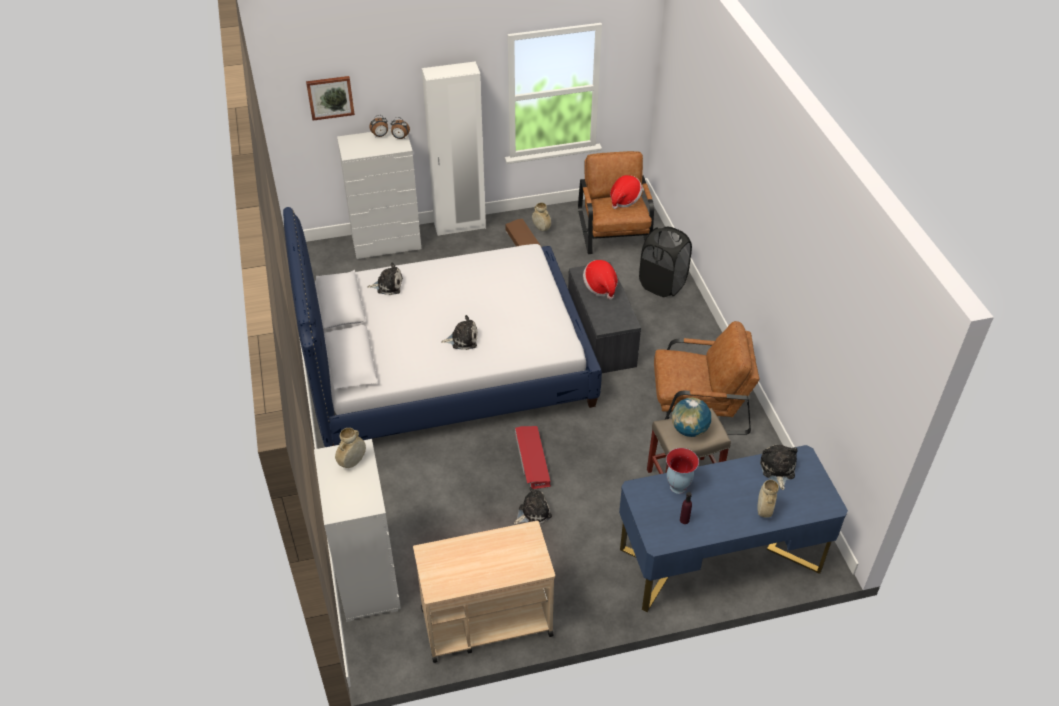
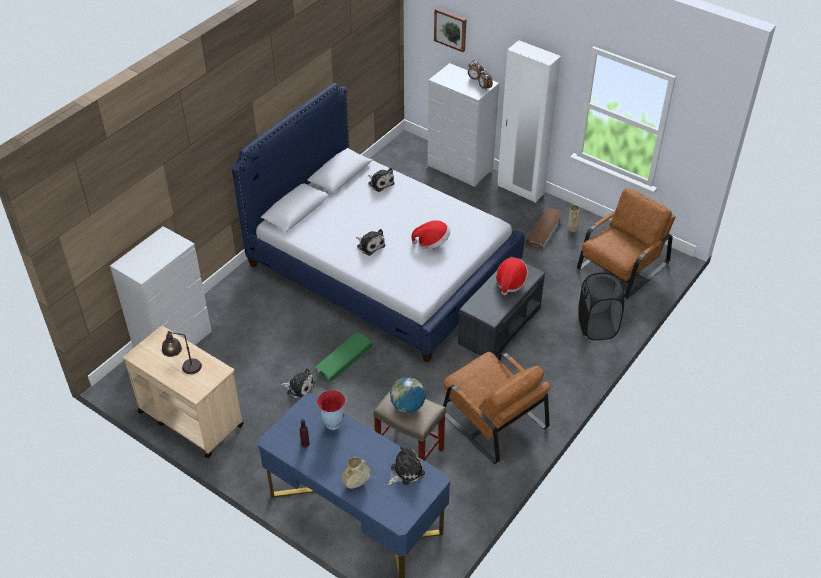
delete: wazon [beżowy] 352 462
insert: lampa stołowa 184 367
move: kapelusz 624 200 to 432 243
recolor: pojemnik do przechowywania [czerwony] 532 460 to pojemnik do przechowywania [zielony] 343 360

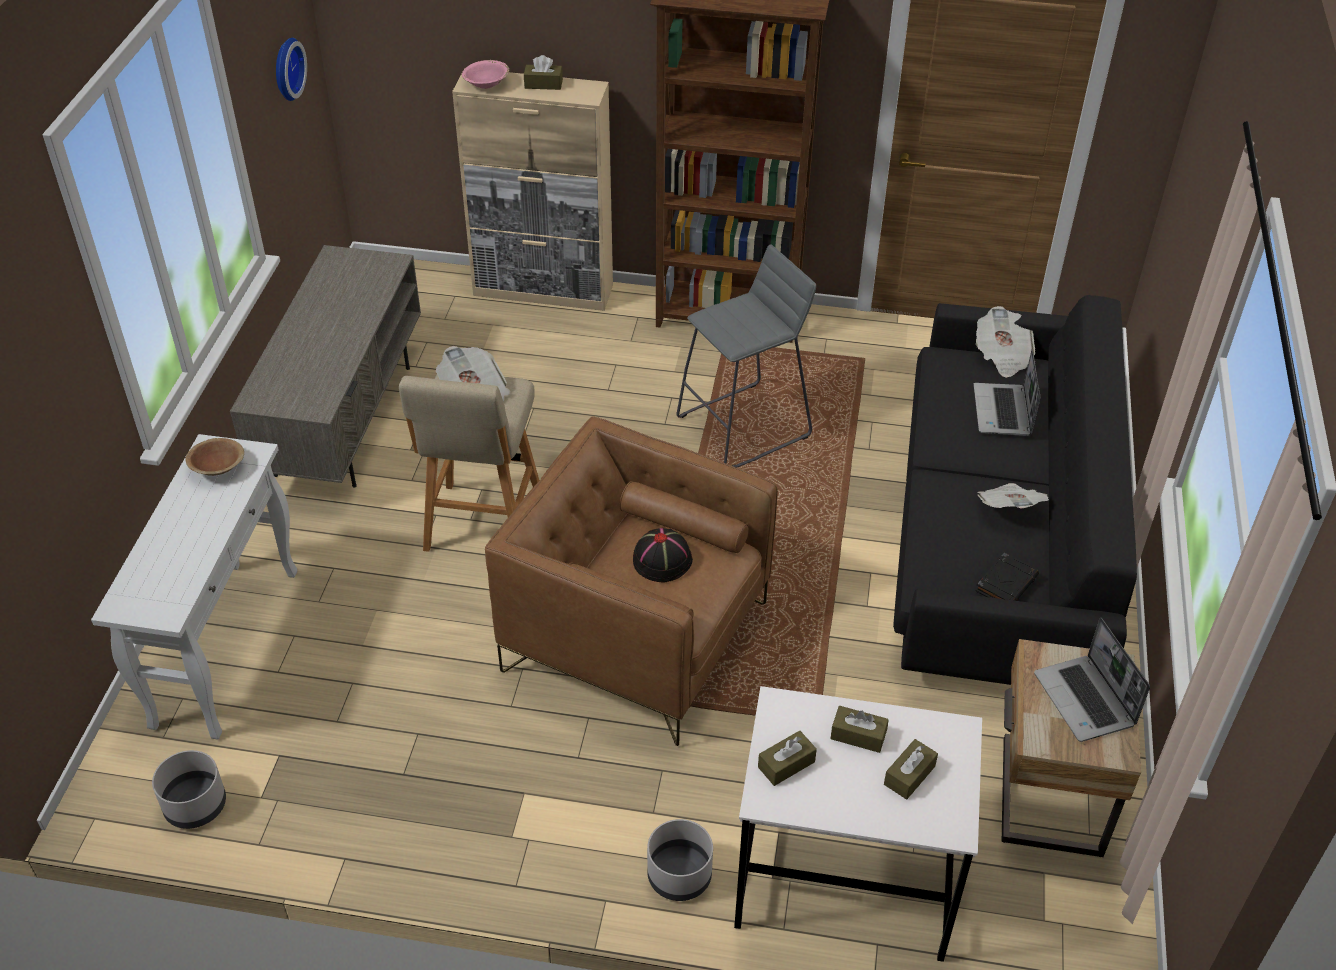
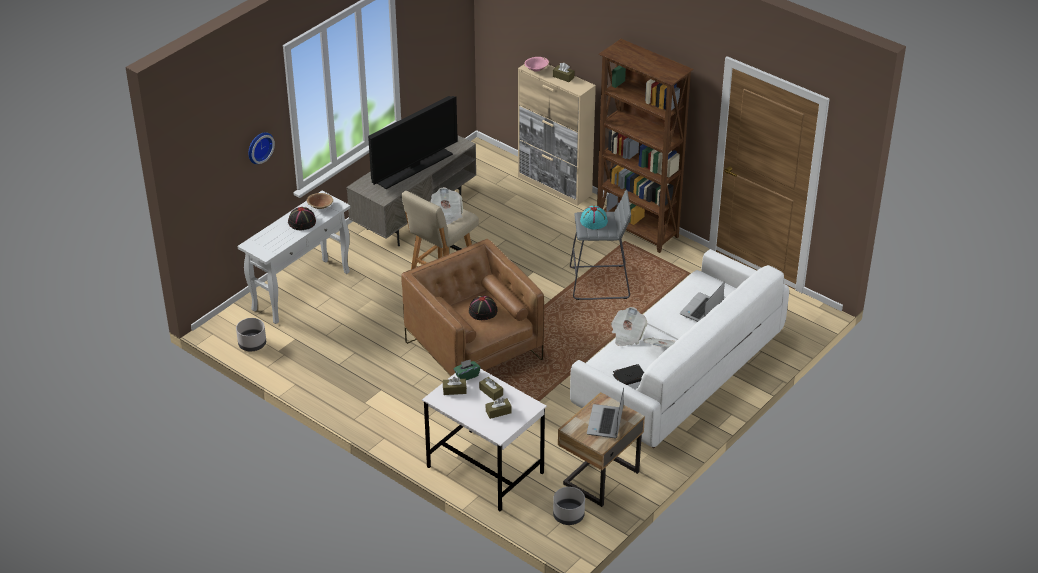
insert: kapelusz [czarny] 302 222; telewizor 414 168; pudełko chusteczek [zielony] 467 375; kapelusz [turkusowy] 594 220
move: zegar ścienny 285 68 to 259 147; donica [szary] 679 876 to 568 516; gazeta 1003 356 to 627 335
recolor: kanapa [czarny] 996 540 to kanapa [biały] 677 375

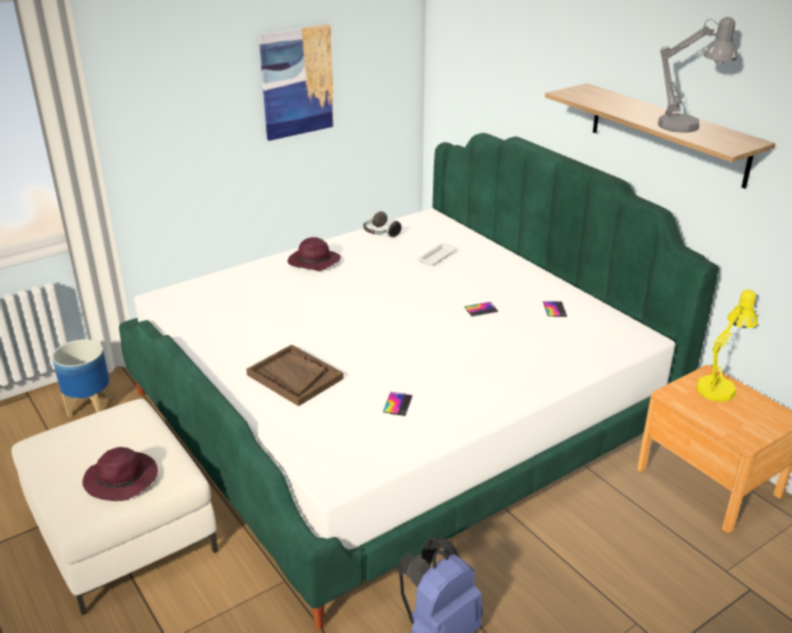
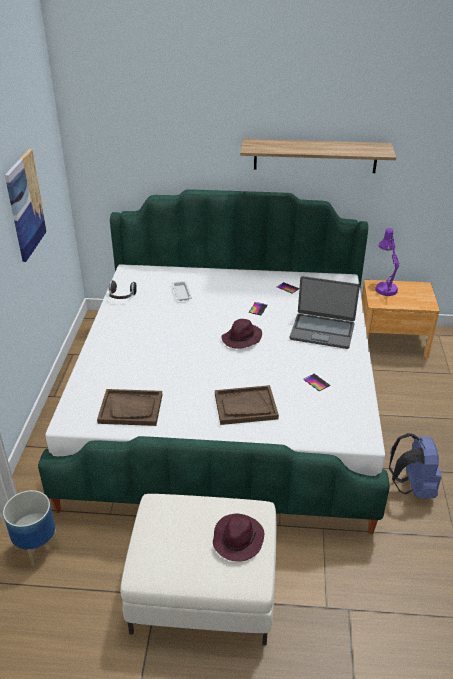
delete: lampa stołowa [szary] 686 128
insert: taca [brązowy] 131 409; laptop 322 331
move: kapelusz [fioletowy] 313 262 to 241 339
recolor: lampa stołowa [żółty] 719 387 to lampa stołowa [fioletowy] 384 287

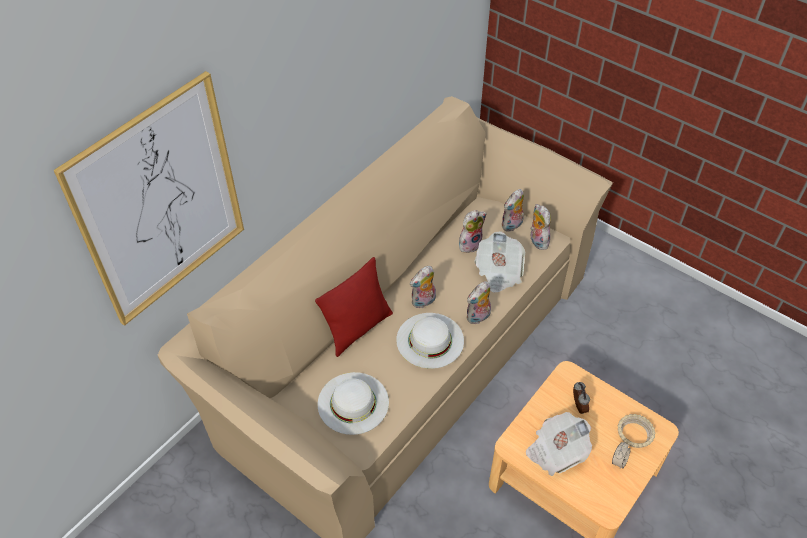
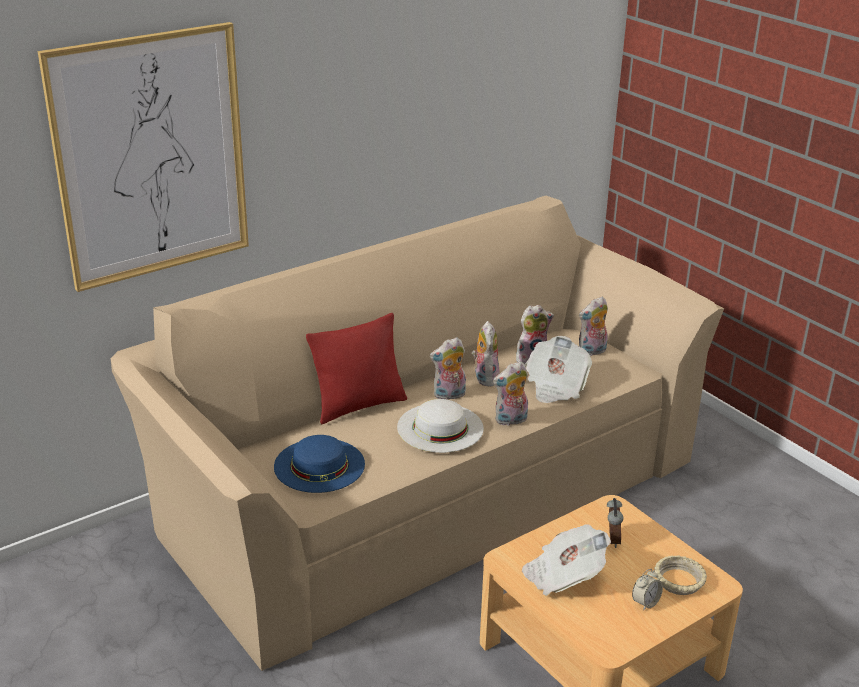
move: pluszak 537 241 to 484 377
recolor: kapelusz [biały] 353 403 to kapelusz [niebieski] 319 465

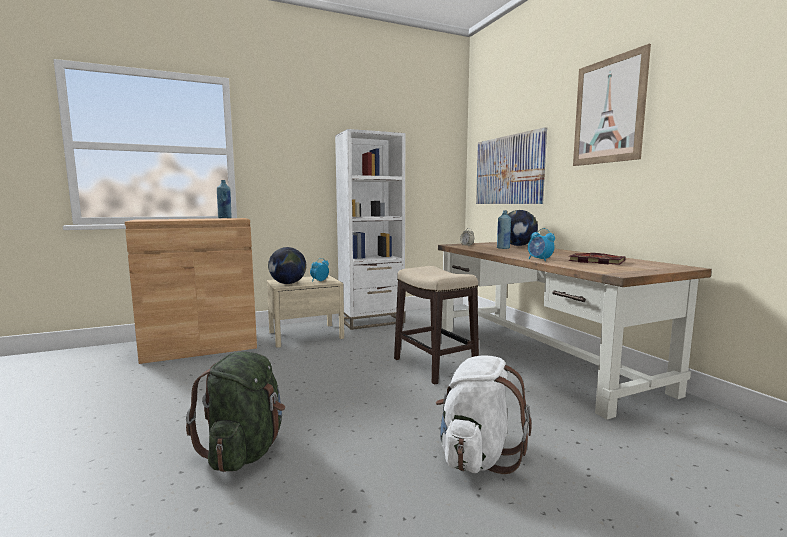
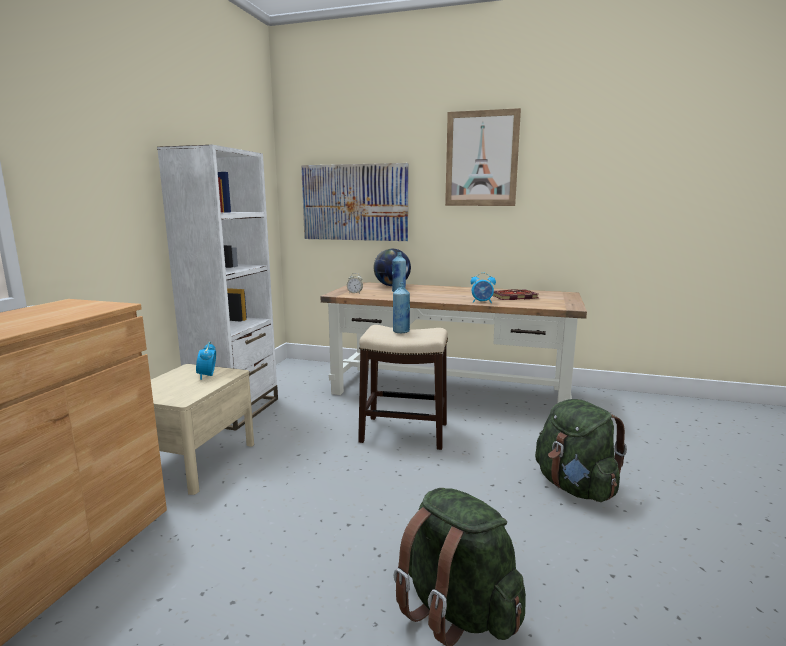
delete: globus 288 283
move: butelka [niebieski] 225 218 to 401 331
recolor: plecak [biały] 477 456 to plecak [zielony] 575 487

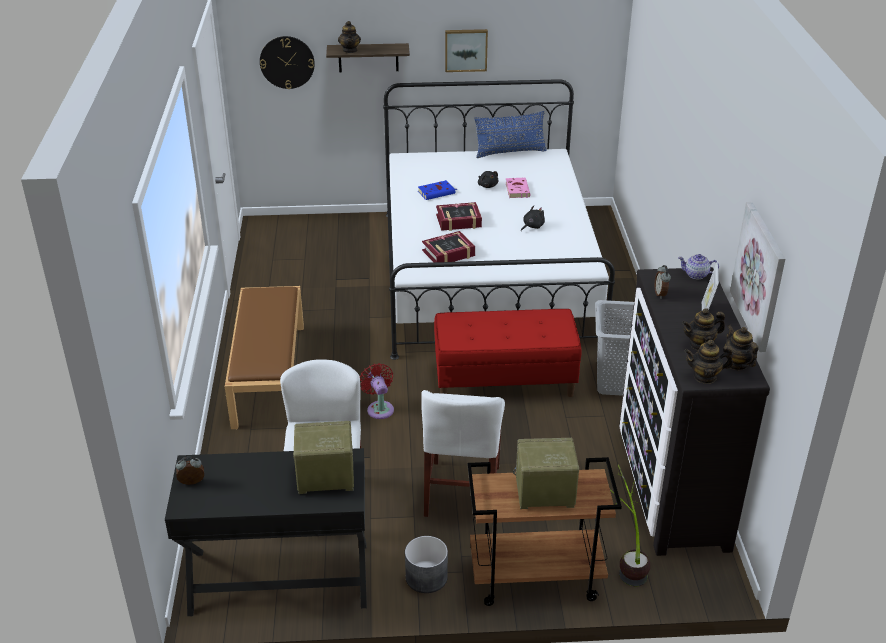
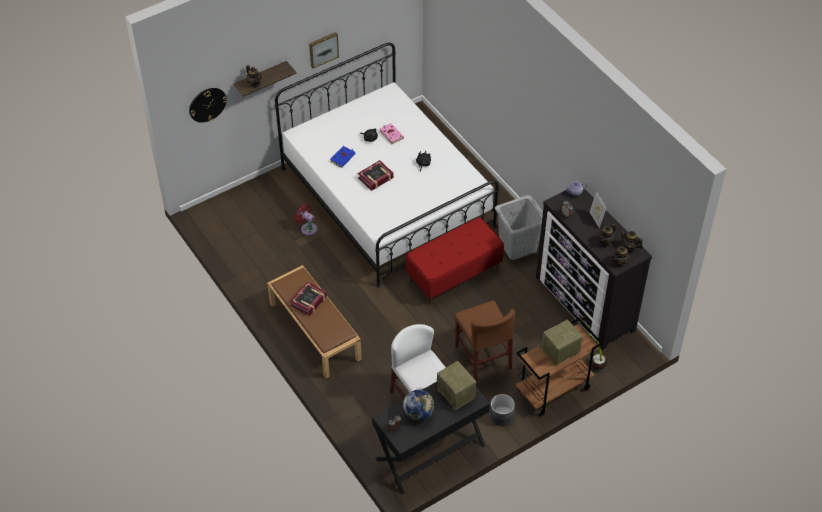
delete: poduszka [niebieski] 510 152; obraz 760 275
insert: globus 418 413
move: książka 448 253 to 309 301; wentylator [czerwony] 379 408 to 307 228
recolor: krzesło [biały] 462 490 to krzesło [brązowy] 483 357
rotate: radio 324 478 = 456 394 90 degrees counterclockwise

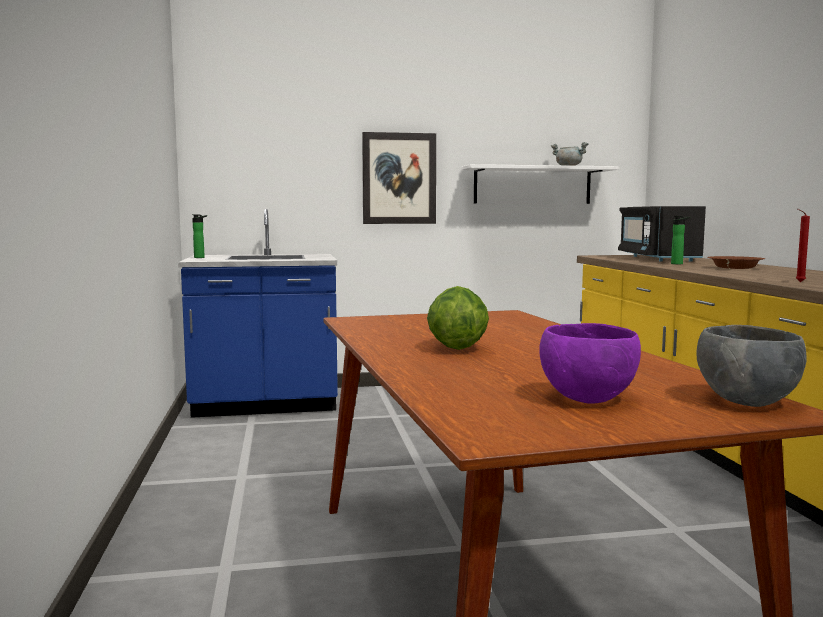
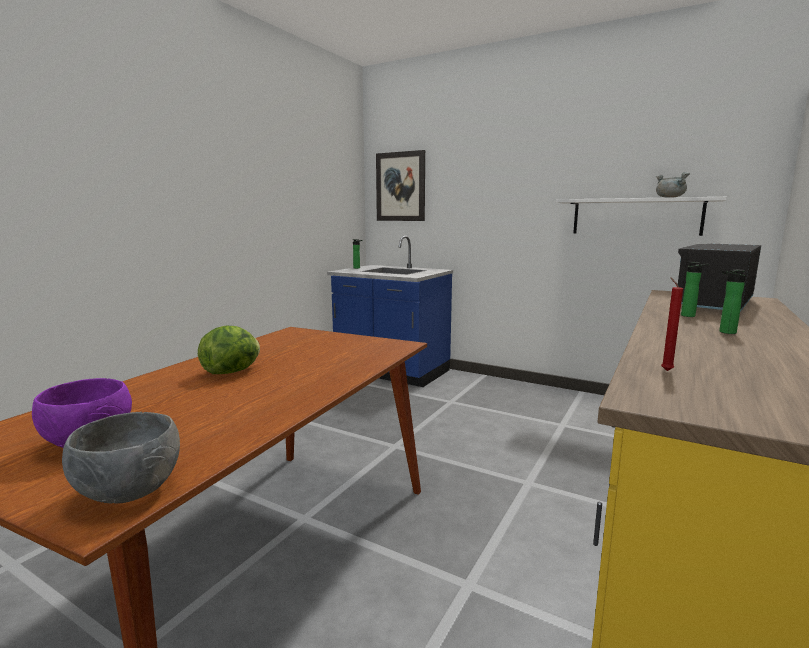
move: obraz 399 178 to 400 187
replace: miska [brązowy] 734 268 to butelka 725 332

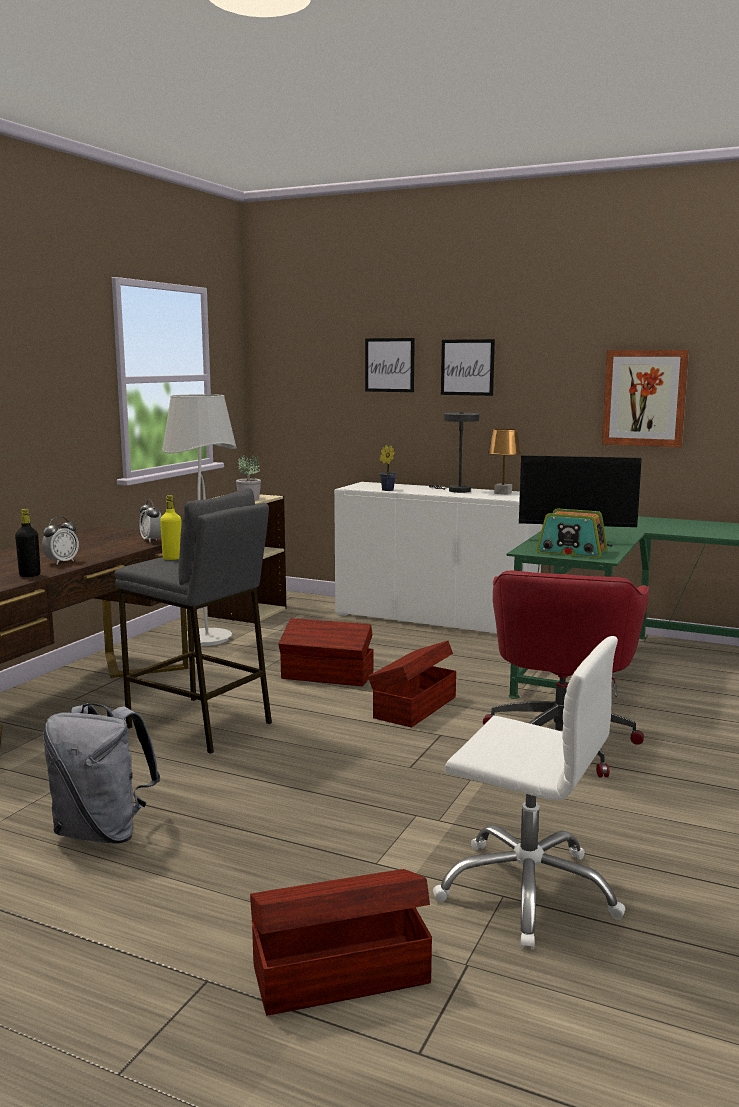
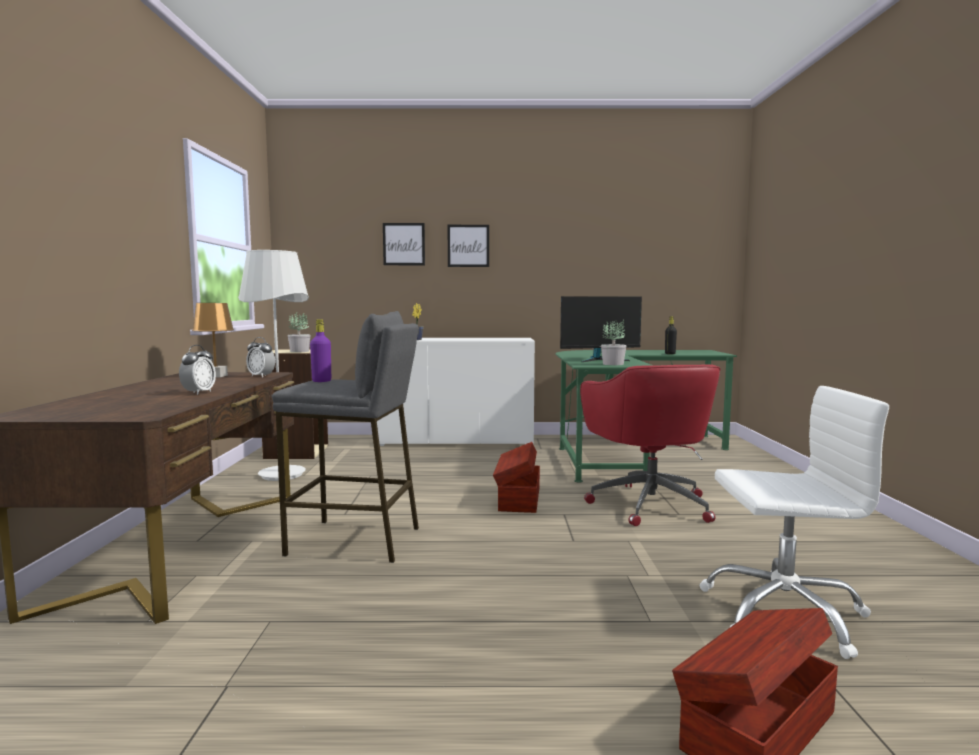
delete: plecak [szary] 103 832; pojemnik do przechowywania [brązowy] 327 676; lampa stołowa [szary] 455 490; obraz 644 398
move: lampa stołowa [brązowy] 503 493 to 216 376; butelka [czarny] 30 575 to 670 353
replace: radio 571 551 to roślina doniczkowa 613 364
recolor: butelka [żółty] 172 558 to butelka [fioletowy] 321 381

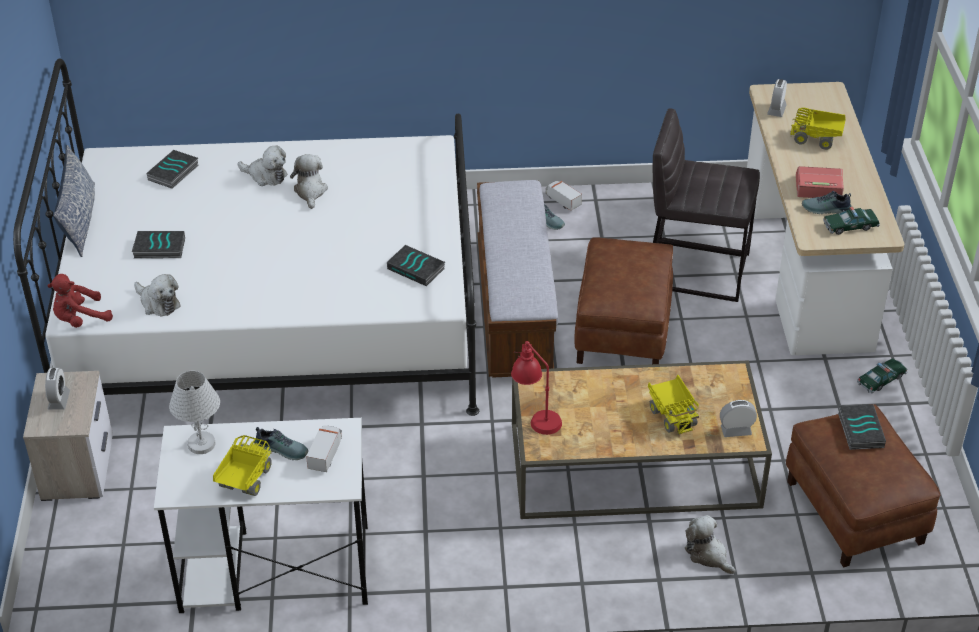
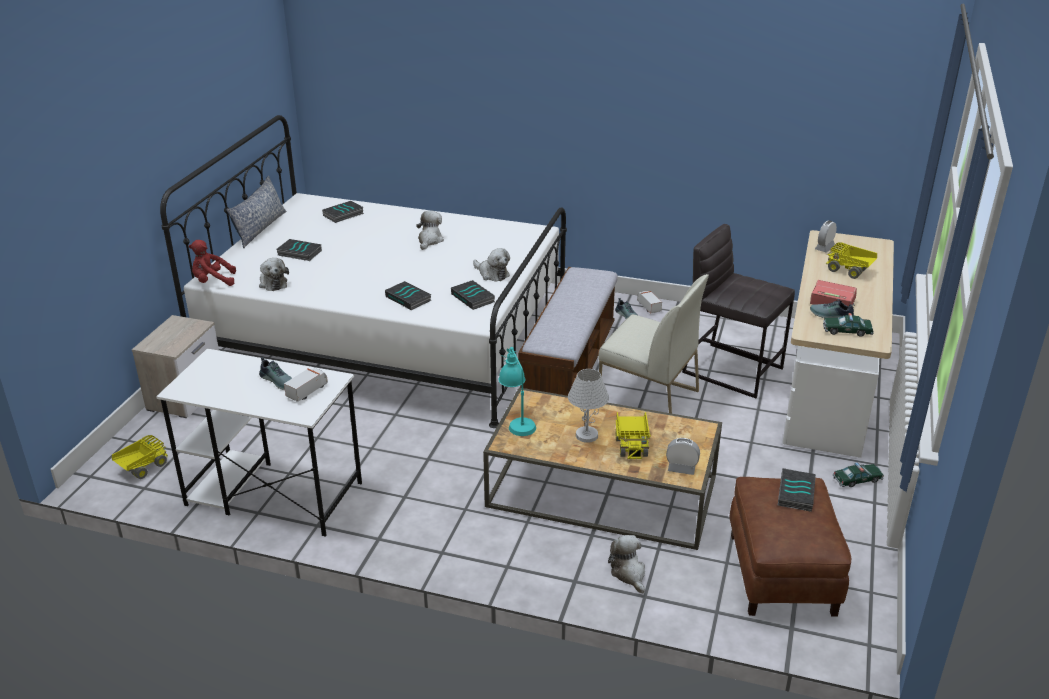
delete: budzik 59 400
insert: książka 409 298
move: ciężarówka zabawkowa 245 480 to 142 468; pluszak 266 176 to 492 274; lampa stołowa [biały] 202 444 to 587 435
replace: pufa [brązowy] 623 331 to krzesło [biały] 647 398
recolor: lampa stołowa [czerwony] 535 416 to lampa stołowa [turkusowy] 516 421

